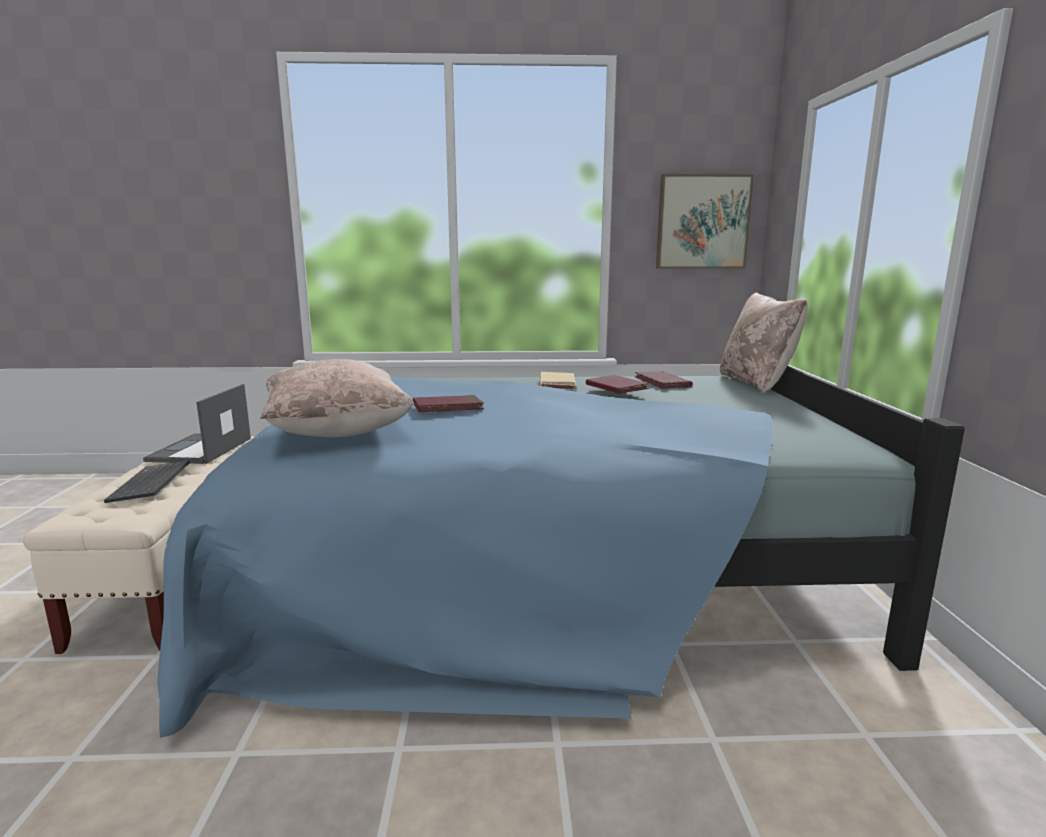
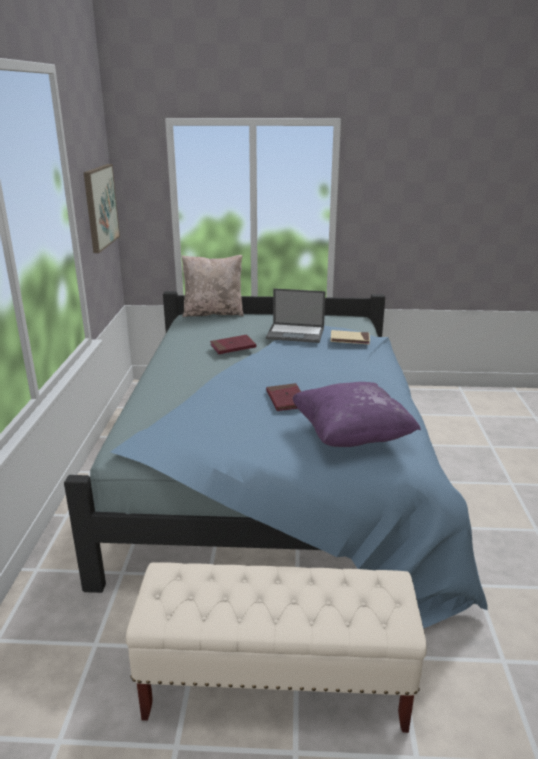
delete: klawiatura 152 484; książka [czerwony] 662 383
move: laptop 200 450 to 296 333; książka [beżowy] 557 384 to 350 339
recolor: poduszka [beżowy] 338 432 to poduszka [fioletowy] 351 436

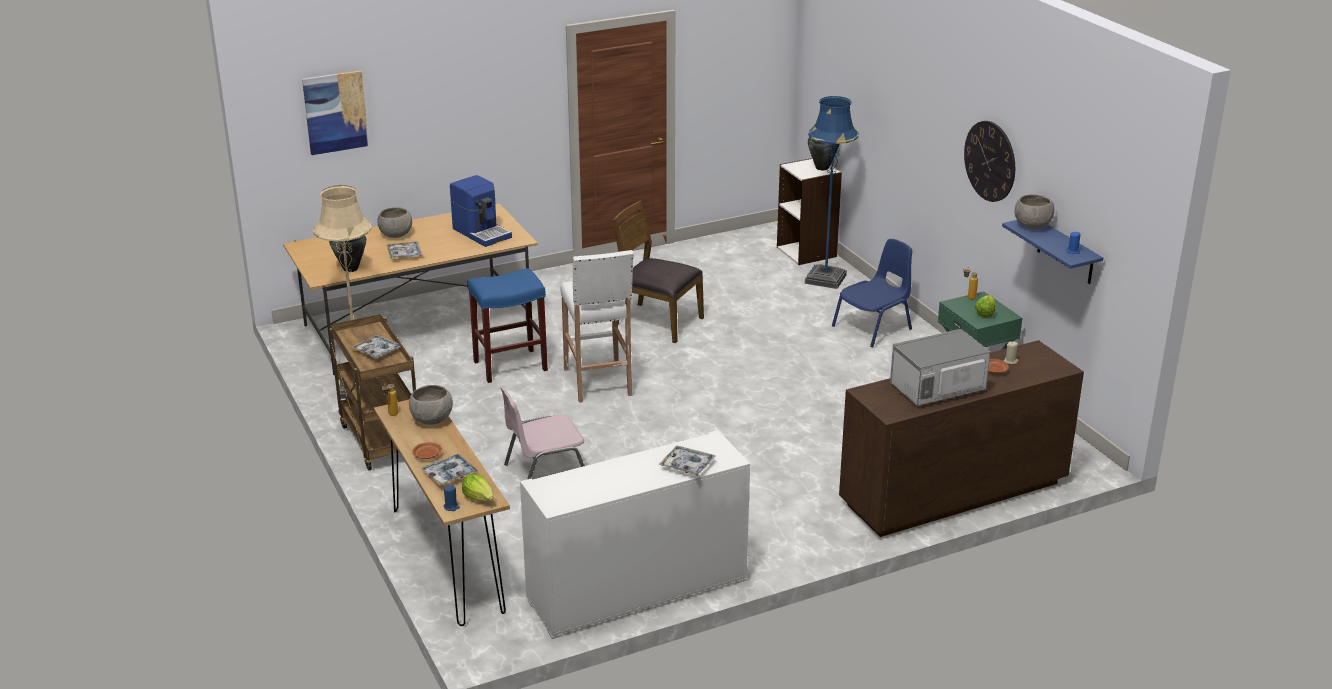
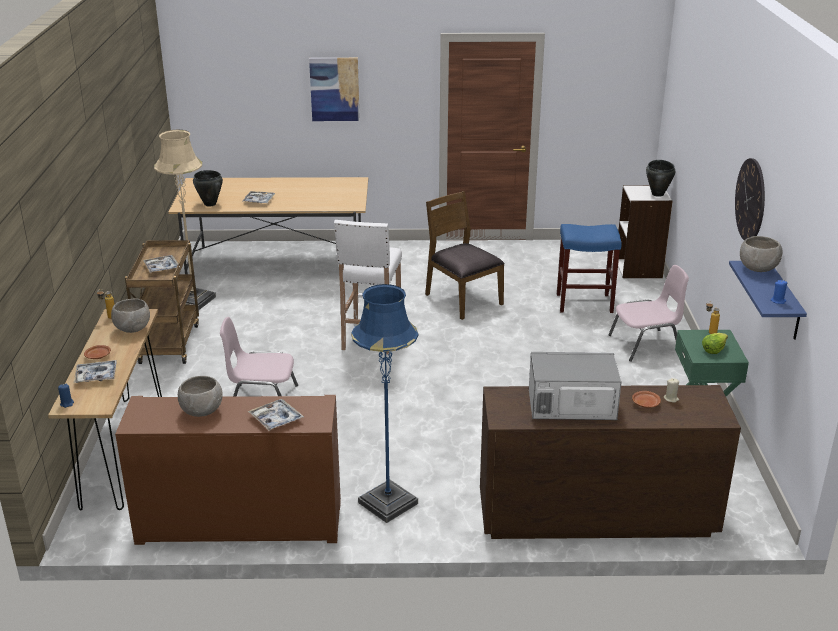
delete: ekspres do kawy 482 233; sałata 479 498
move: miska [szary] 396 235 to 202 411; obraz 335 112 to 334 89; lampa stojąca [niebieski] 825 279 to 388 503; stołek [niebieski] 509 366 to 583 303
recolor: szafka [biały] 637 589 to szafka [brązowy] 240 522; krzesło [niebieski] 873 328 to krzesło [różowy] 646 345

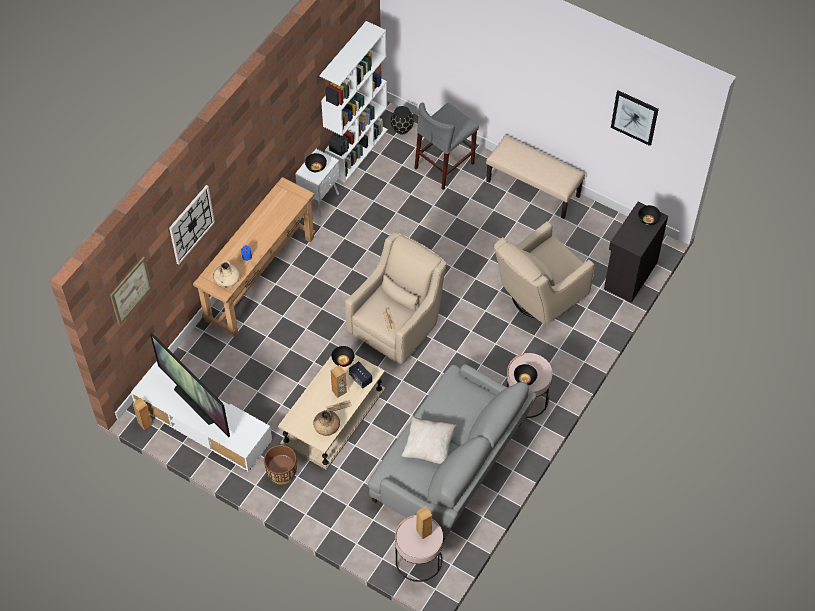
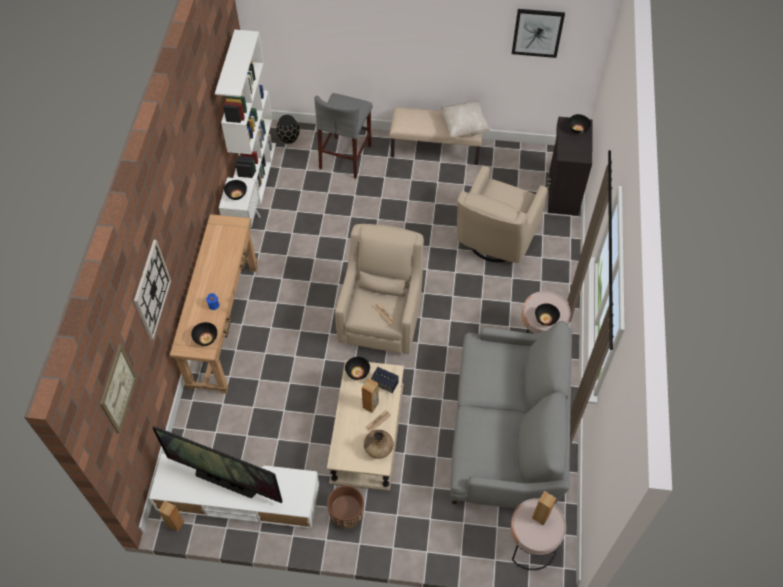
move: poduszka [beżowy] 429 446 to 464 127
replace: wazon [beżowy] 227 281 to miska [czarny] 205 338

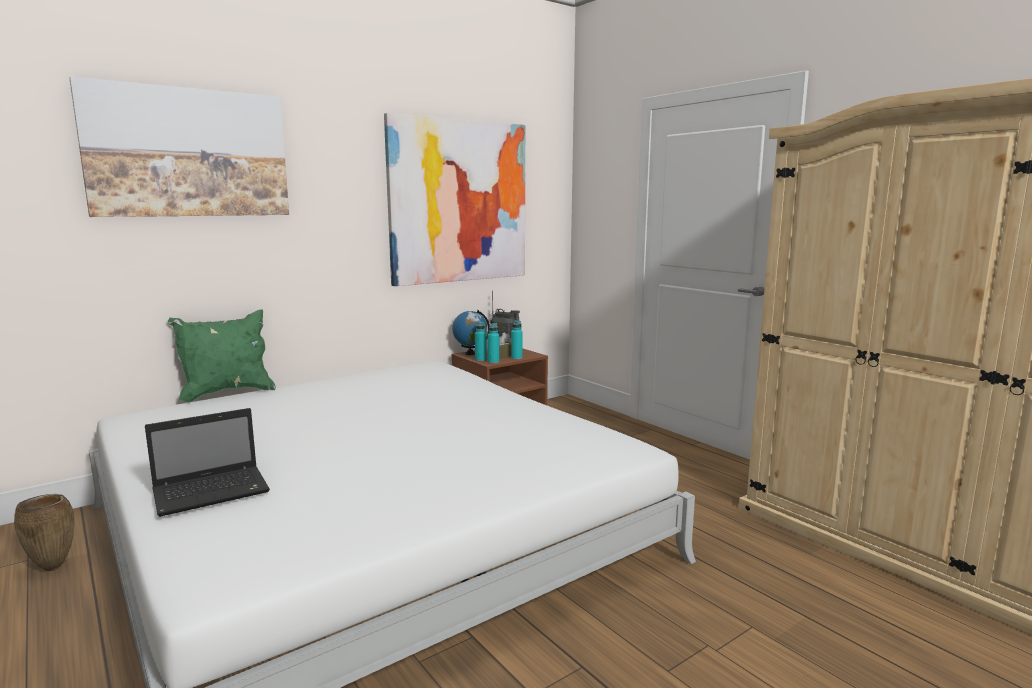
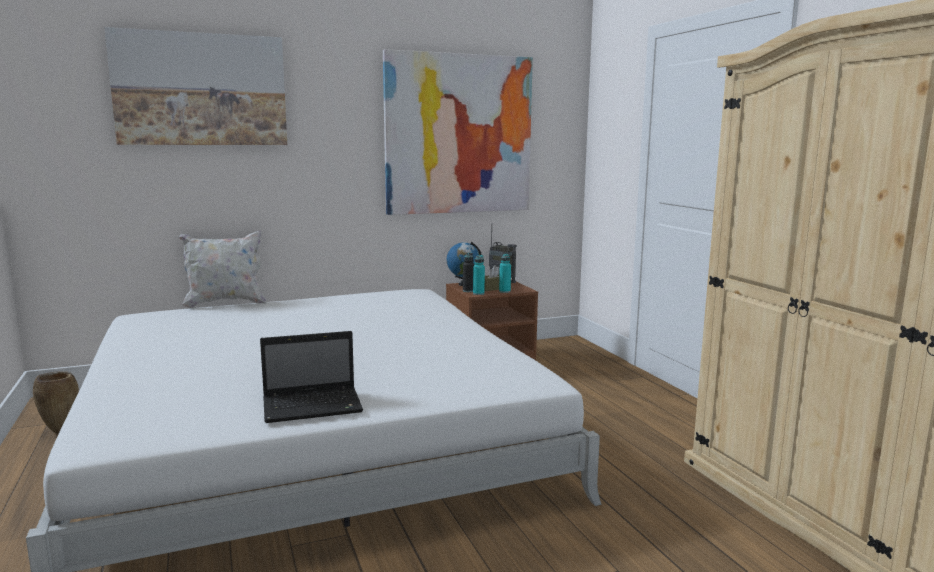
move: laptop 214 492 to 314 406
recolor: poduszka [zielony] 227 393 to poduszka [biały] 225 303; butelka [turkusowy] 480 360 to butelka [czarny] 468 291

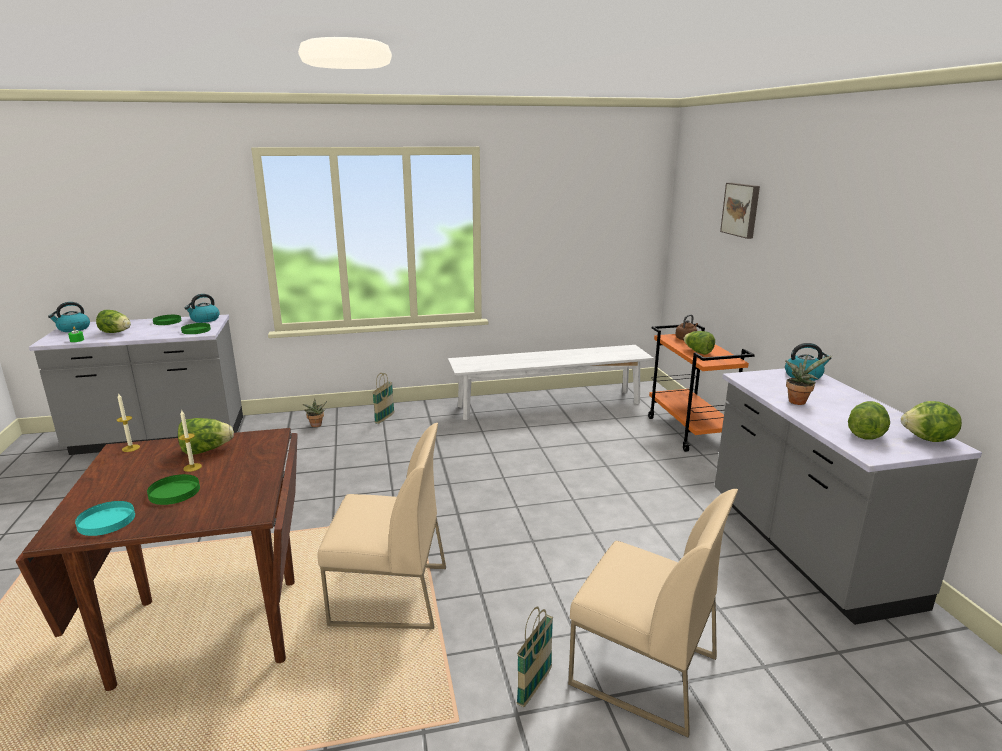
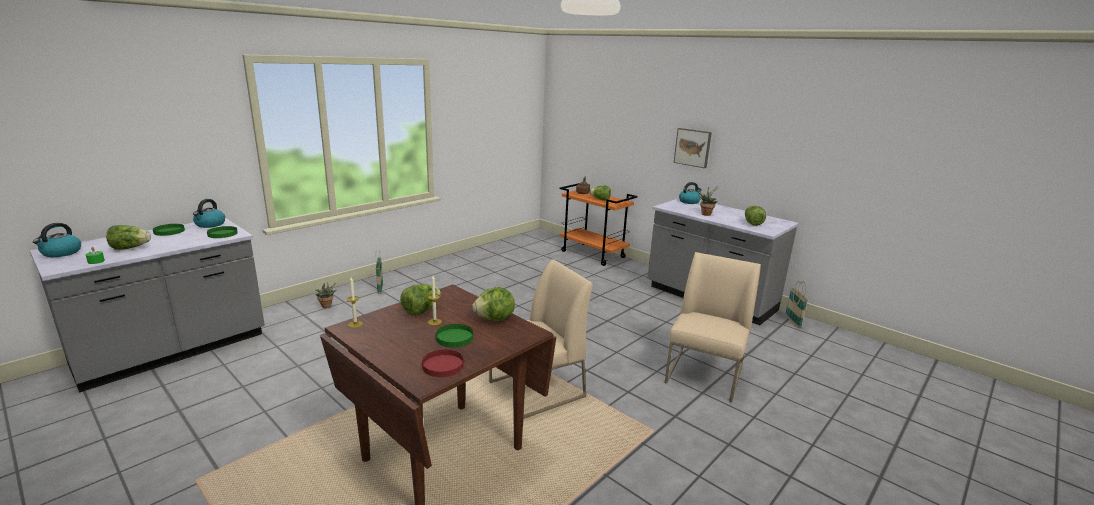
delete: ławka [biały] 549 404
move: sałata 928 440 to 495 319; obraz 741 210 to 693 147; koszyk 534 687 to 792 321
recolor: talerz [turkusowy] 107 521 to talerz [czerwony] 443 365
rotate: krzesło [beżowy] 642 671 = 704 375 60 degrees counterclockwise

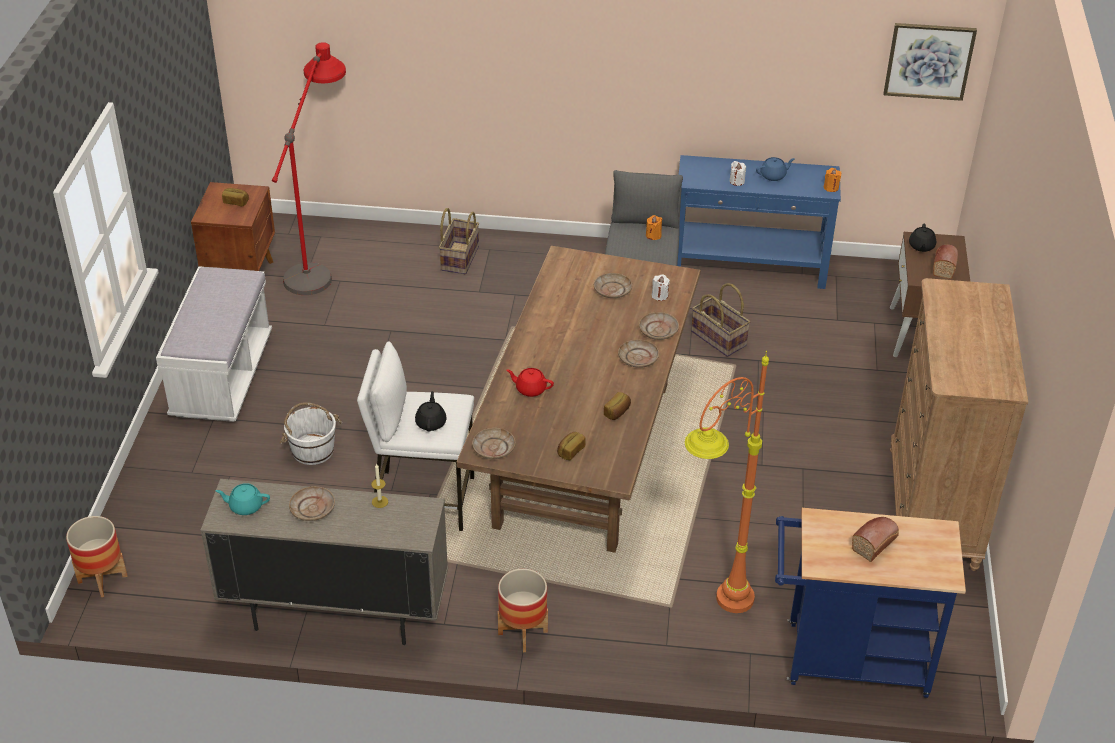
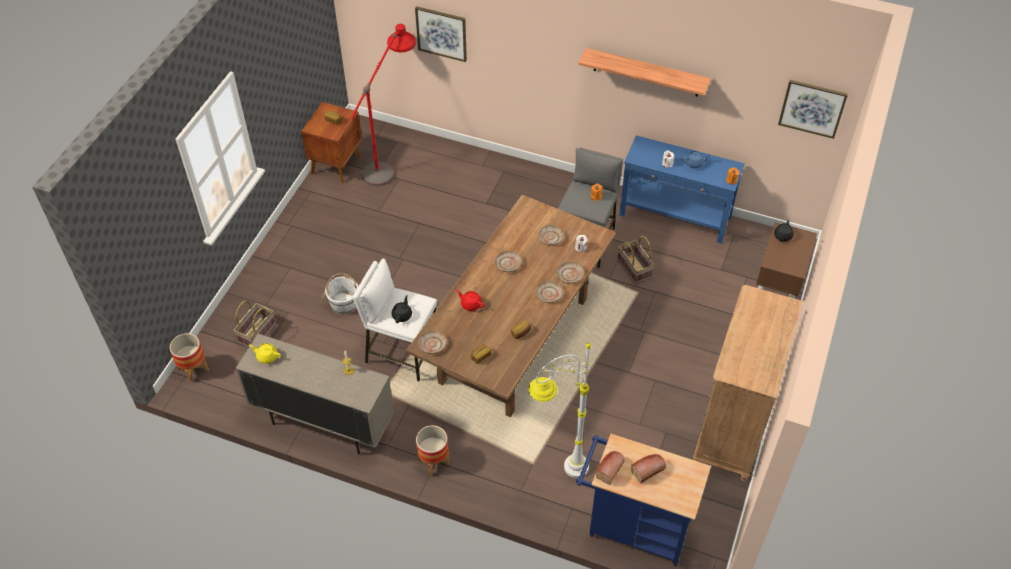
delete: ławka [biały] 222 377
insert: obraz 441 33; półka 646 72
move: koszyk 459 258 to 257 333; talerz [beżowy] 313 508 to 508 264; chleb 944 266 to 610 469
recolor: imbryk [turkusowy] 245 506 to imbryk [żółty] 267 356; lampa stojąca [pomarańczowy] 711 614 to lampa stojąca [biały] 557 475

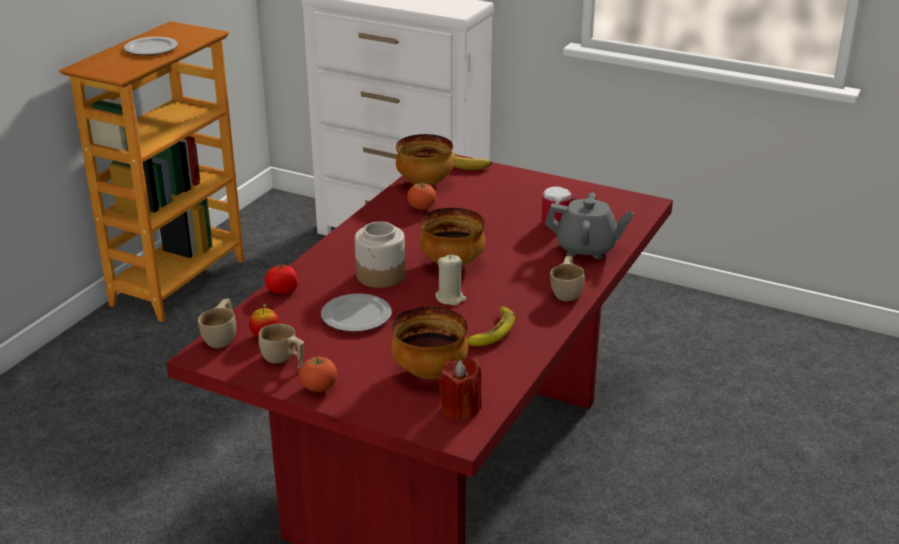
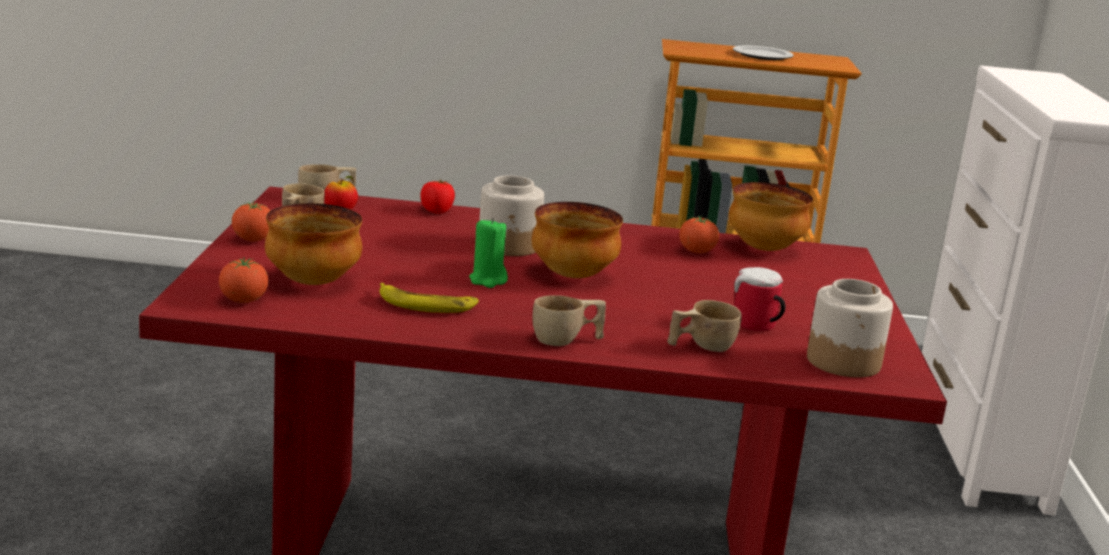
delete: talerz 356 316; banan 469 165
insert: słoik 844 362
replace: świeca [czerwony] 460 408 to pomidor 243 301; imbryk [szary] 586 249 to filiżanka [beżowy] 701 346
recolor: świeca [beżowy] 450 298 to świeca [zielony] 488 280

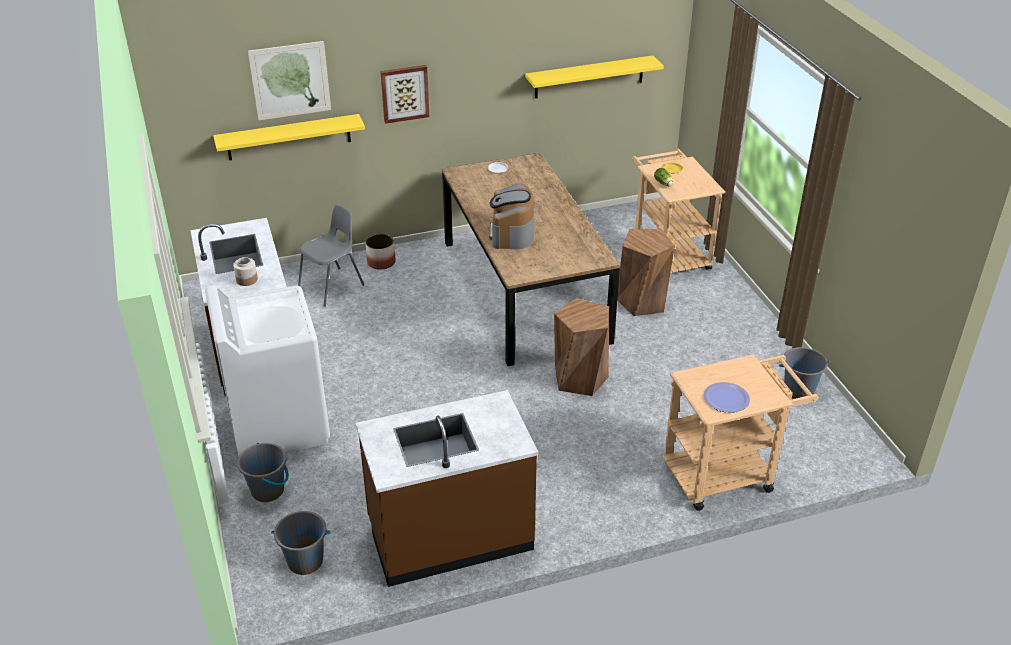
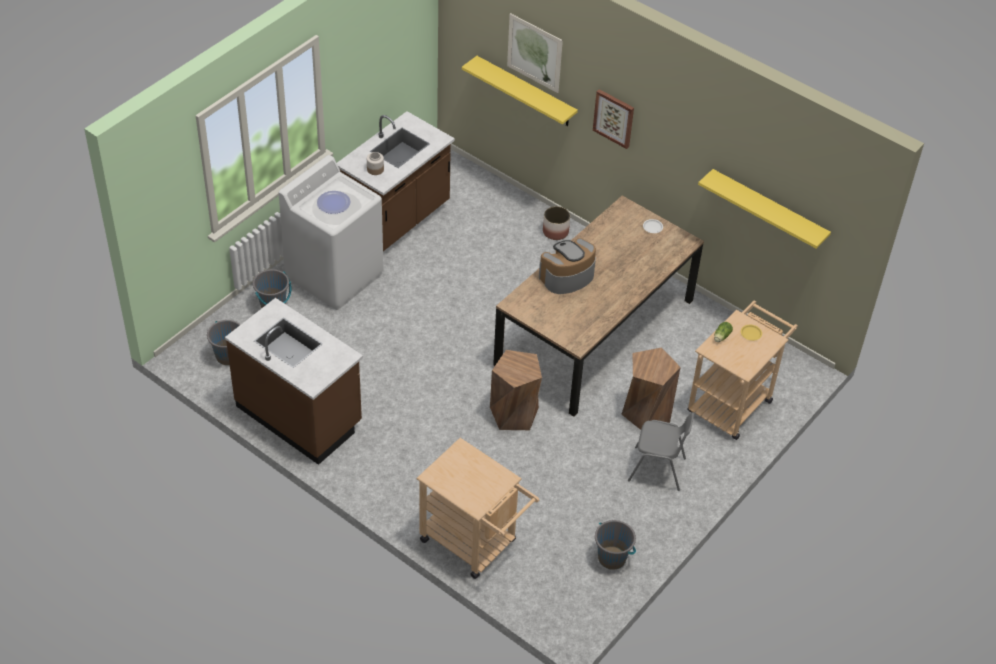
move: talerz 726 398 to 333 203; krzesło [szary] 332 286 to 657 469

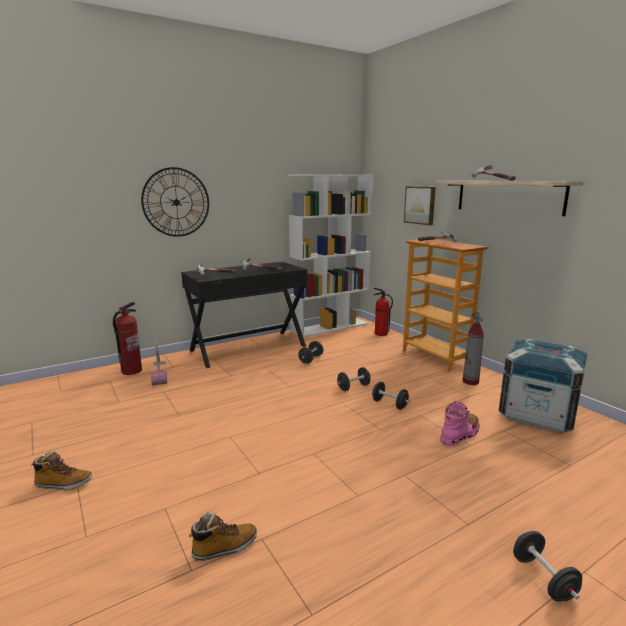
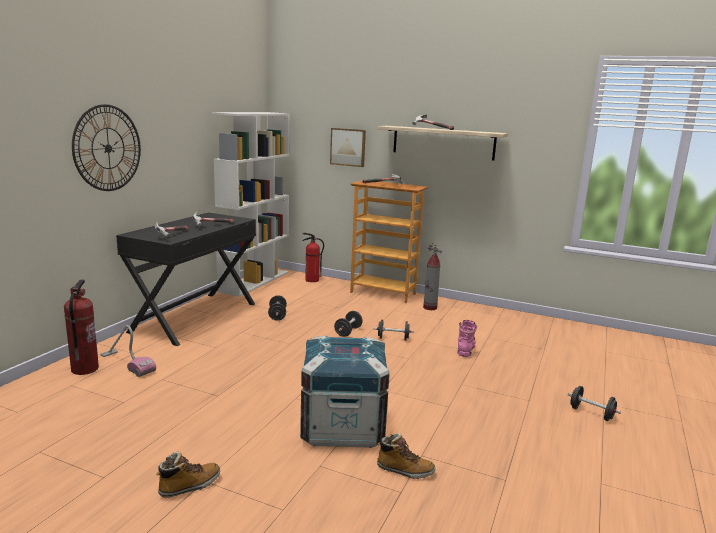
move: skrzynka 537 414 to 342 427
rotate: but z cholewką 225 548 = 404 470 75 degrees clockwise

